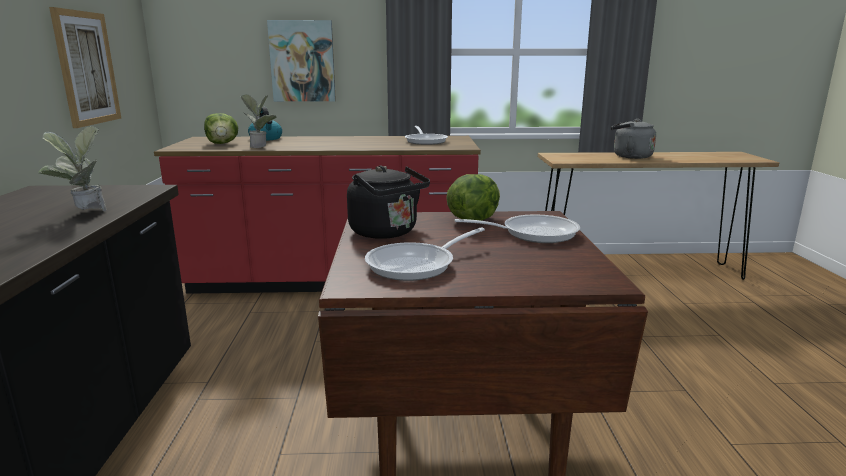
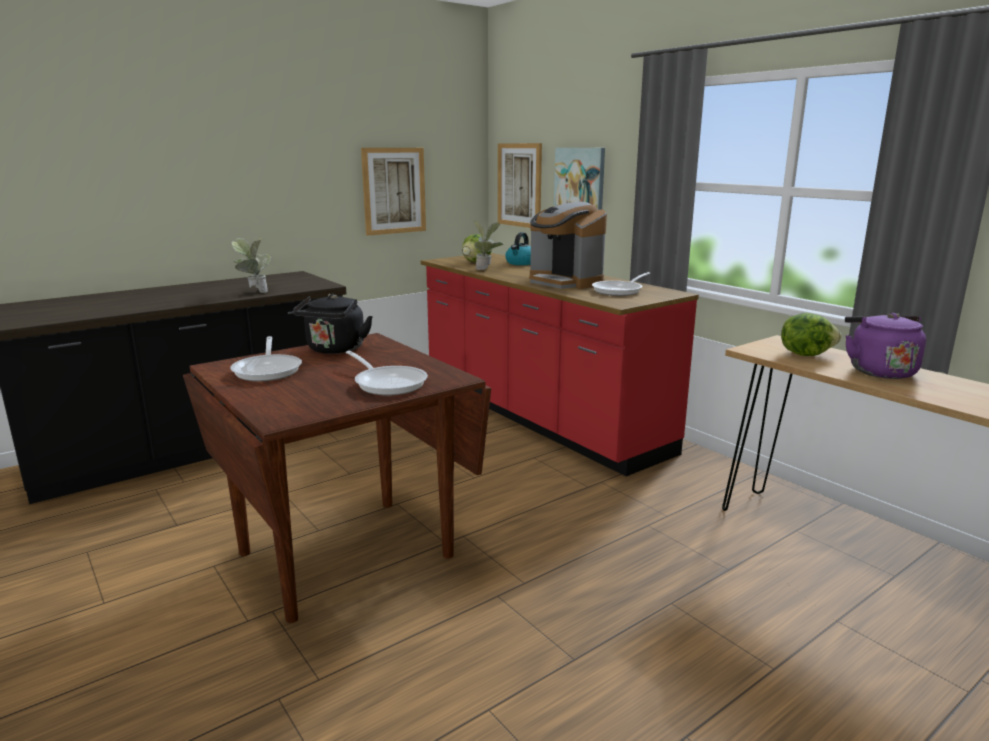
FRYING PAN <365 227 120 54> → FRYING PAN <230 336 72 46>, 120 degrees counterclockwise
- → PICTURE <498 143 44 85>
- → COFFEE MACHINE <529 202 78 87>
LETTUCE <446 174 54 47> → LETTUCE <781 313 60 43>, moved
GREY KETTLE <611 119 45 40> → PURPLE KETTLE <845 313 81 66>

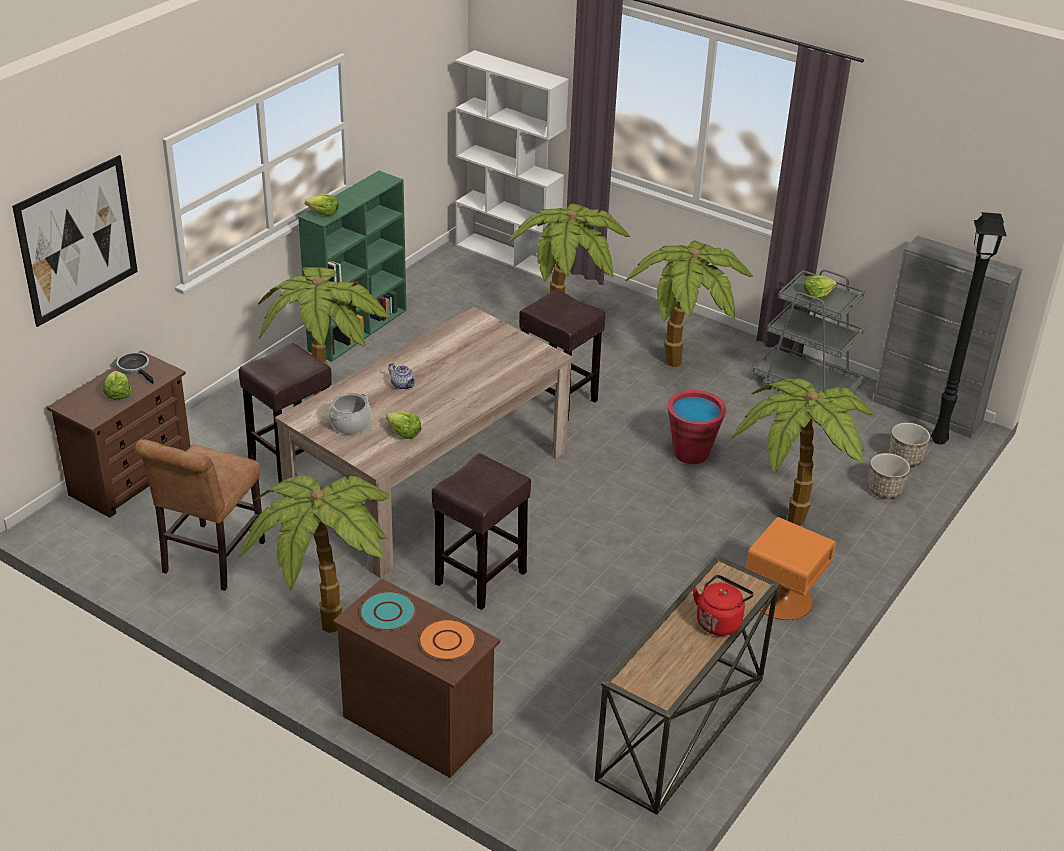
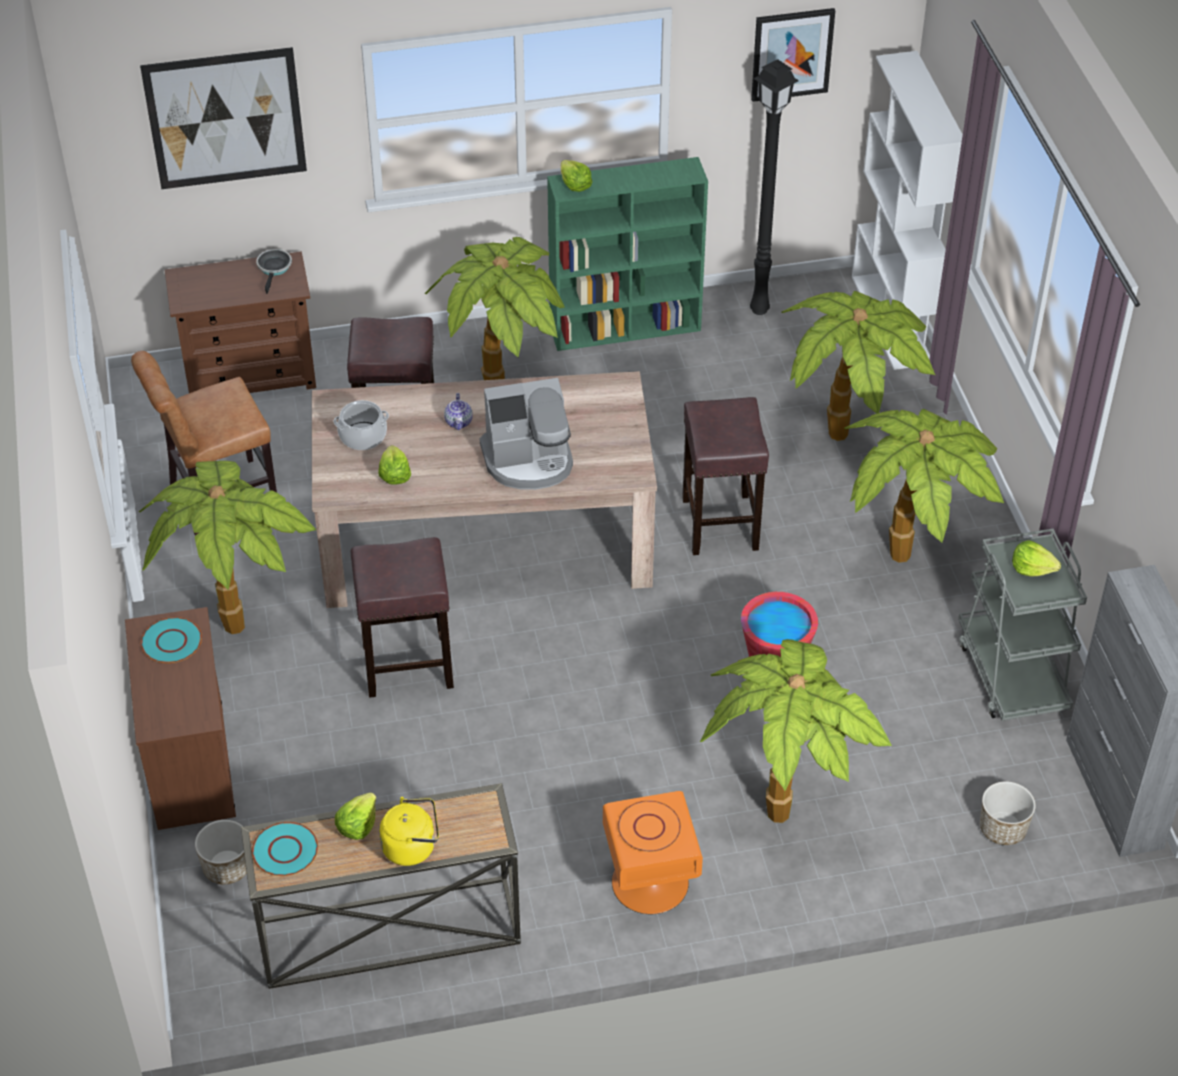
PLANTER <868 453 42 46> → PLANTER <195 820 52 64>, moved
- → TURQUOISE PLATE <252 822 66 54>
LETTUCE <103 371 28 29> → LETTUCE <335 792 41 48>, moved
RED KETTLE <693 575 61 61> → YELLOW KETTLE <379 797 60 69>
- → COFFEE MACHINE <480 378 93 112>
ORANGE PLATE <419 619 57 41> → ORANGE PLATE <618 800 63 52>, moved
BLACK FLOOR LAMP <931 212 75 233> → BLACK FLOOR LAMP <750 59 49 256>, moved
- → PICTURE <751 8 84 94>

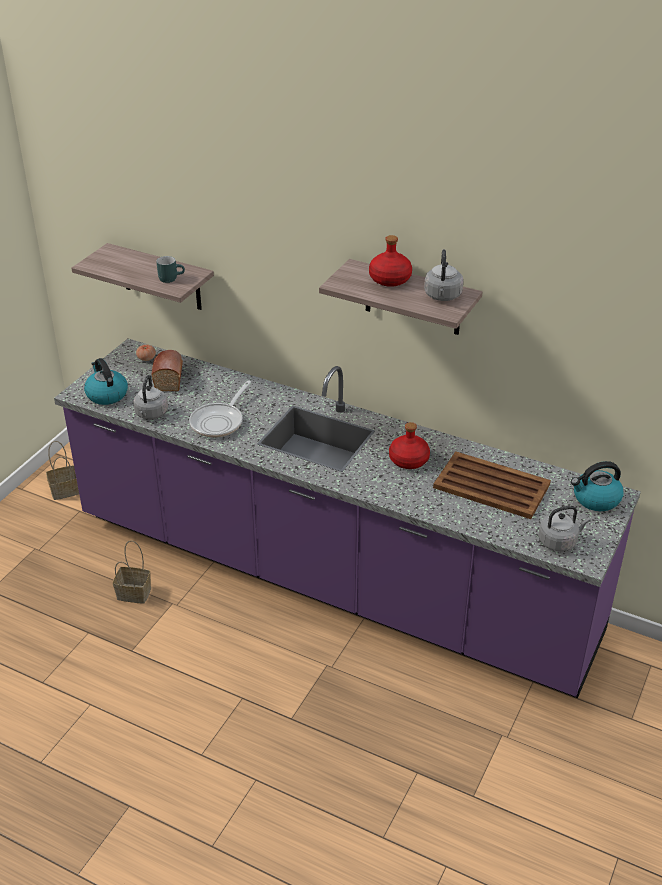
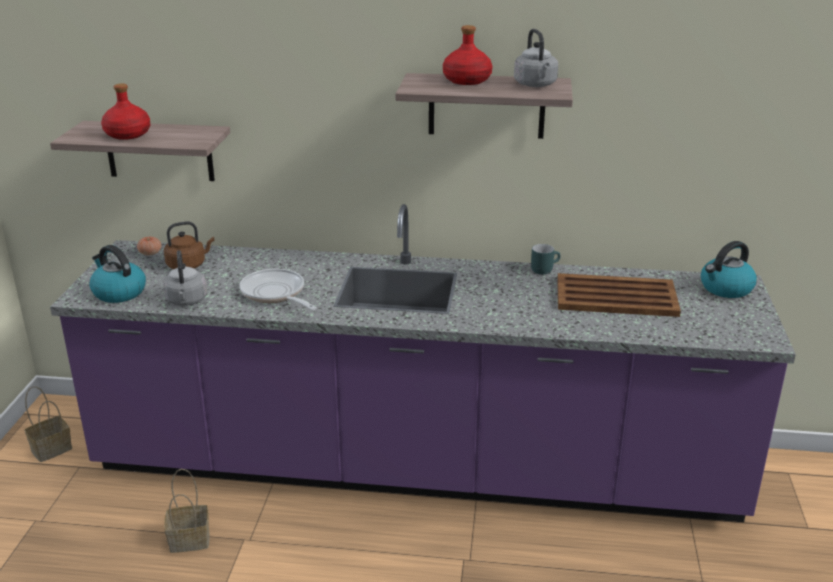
RED BOTTLE <389 422 41 47> → RED BOTTLE <101 84 49 56>, moved
BREAD <152 350 31 41> → BROWN KETTLE <164 221 51 48>
FRYING PAN <189 381 62 57> → FRYING PAN <239 269 78 41>, 135 degrees clockwise
TURQUOISE MUG <156 256 29 27> → TURQUOISE MUG <531 244 30 30>, moved
GREY KETTLE <539 506 51 45> → -

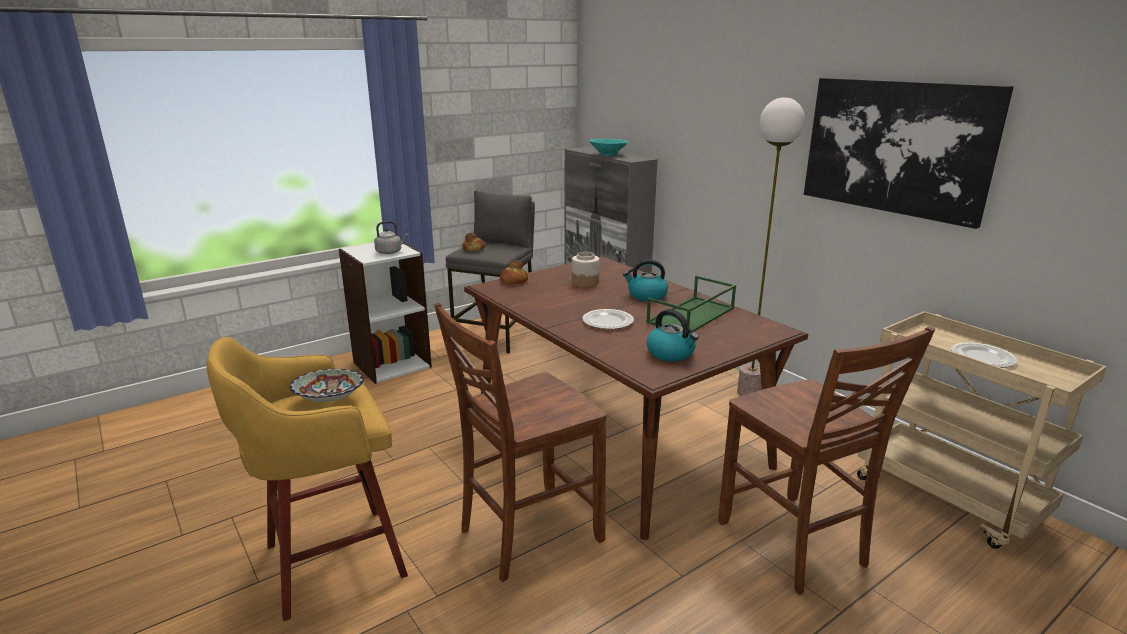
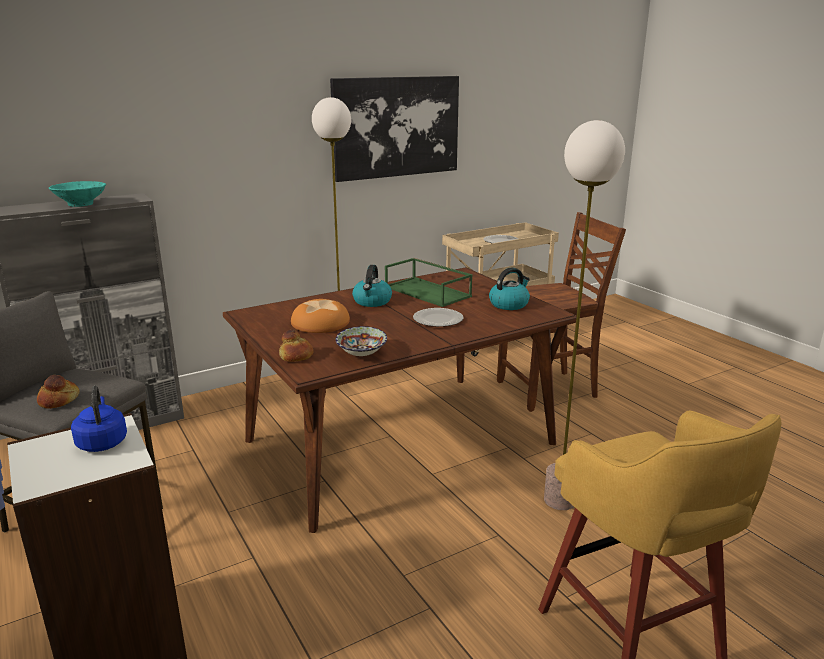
GREY KETTLE <374 221 34 33> → BLUE KETTLE <71 386 56 66>
JAR <572 252 27 35> → BREAD <291 299 59 34>
BOWL <290 369 74 33> → BOWL <336 326 51 30>, moved
BROWN CHAIR <434 303 173 279> → FLOOR LAMP <544 120 81 390>

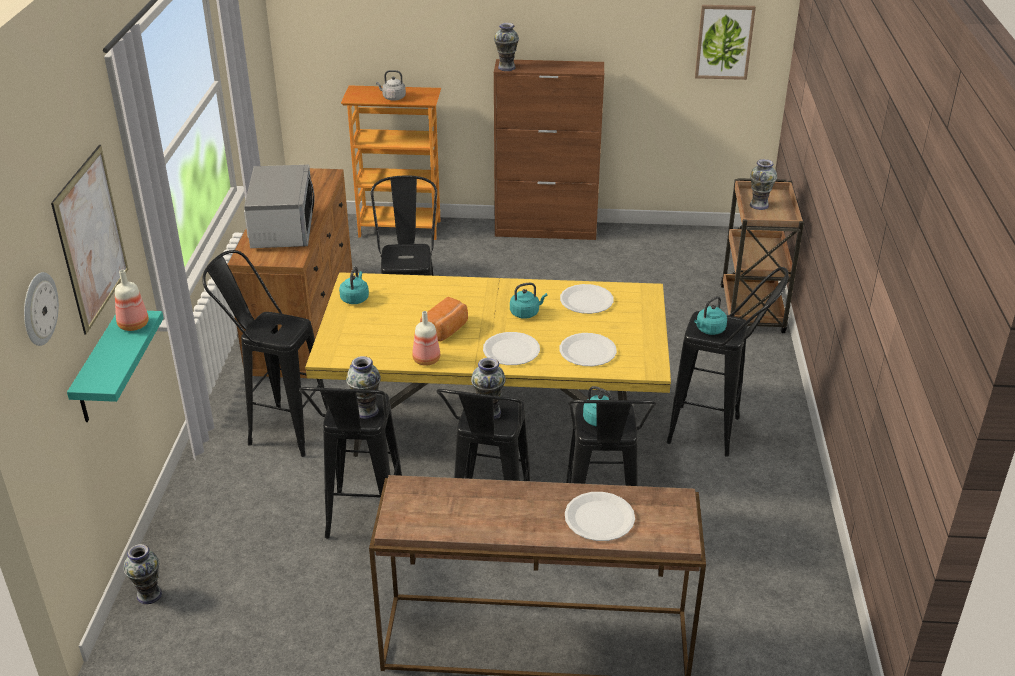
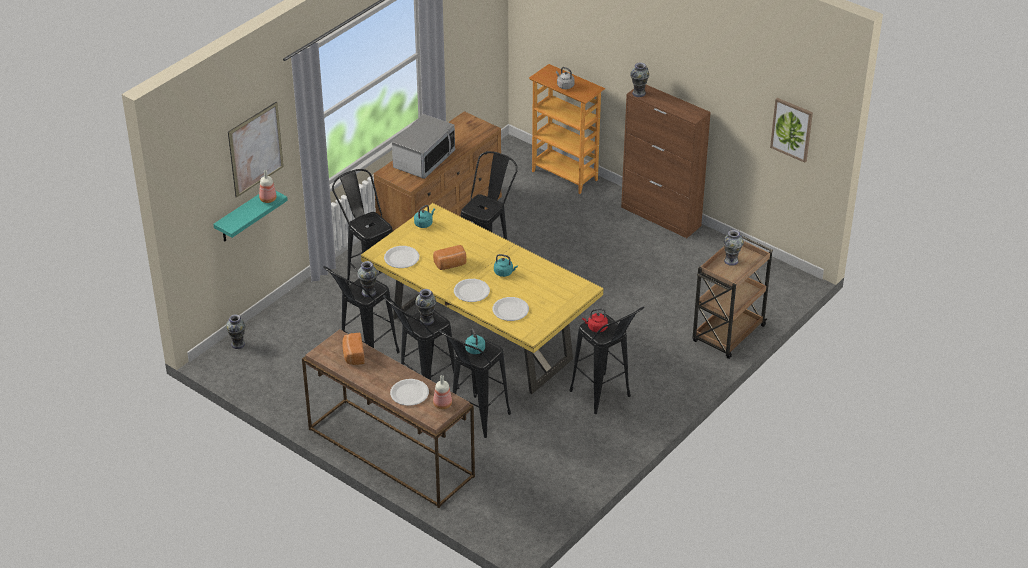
- → BREAD <342 333 22 32>
WHITE PLATE <560 284 54 30> → WHITE PLATE <384 246 36 22>, moved
BOTTLE <412 311 28 55> → BOTTLE <433 375 19 34>, moved
TURQUOISE KETTLE <694 296 33 39> → RED KETTLE <582 308 26 24>
WALL CLOCK <24 272 35 74> → -

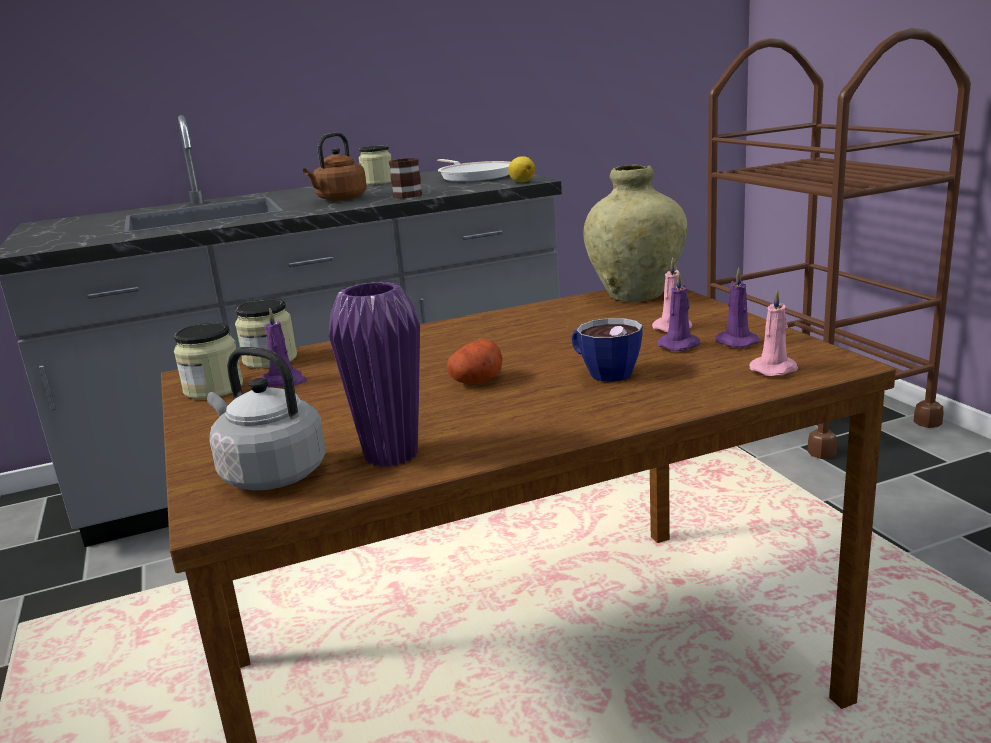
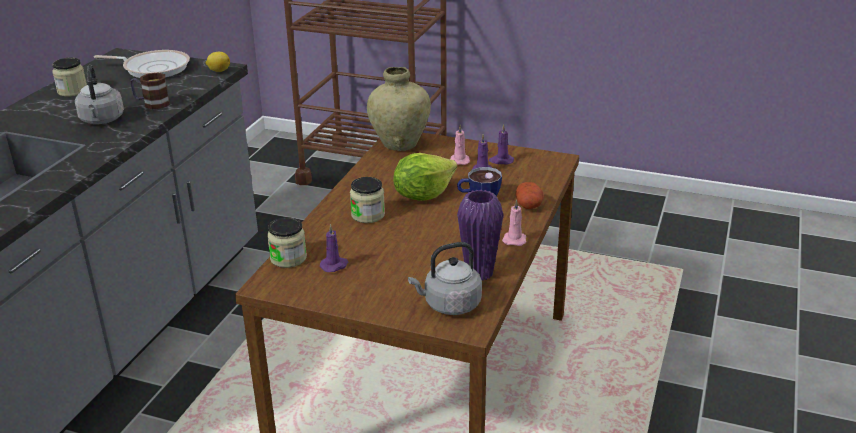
BROWN KETTLE <303 132 64 69> → GREY KETTLE <75 65 49 59>
JAR <174 322 69 77> → JAR <350 177 35 46>, moved
- → LETTUCE <393 153 64 48>
PINK CANDLE <749 288 49 88> → PINK CANDLE <502 199 24 47>, moved
POTATO <447 339 56 45> → POTATO <516 182 28 27>, moved

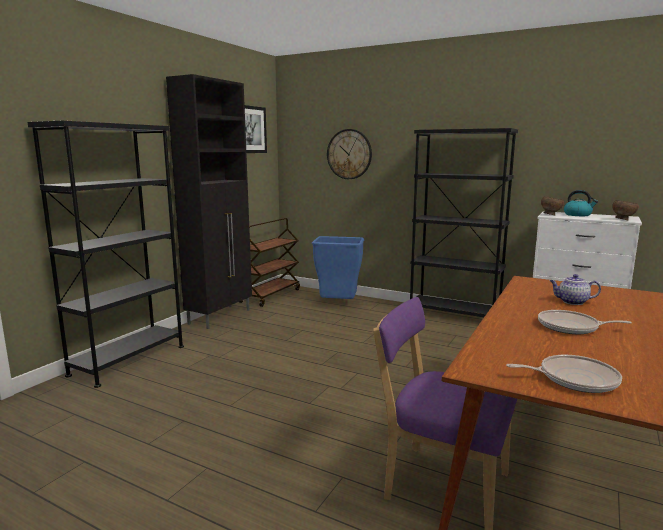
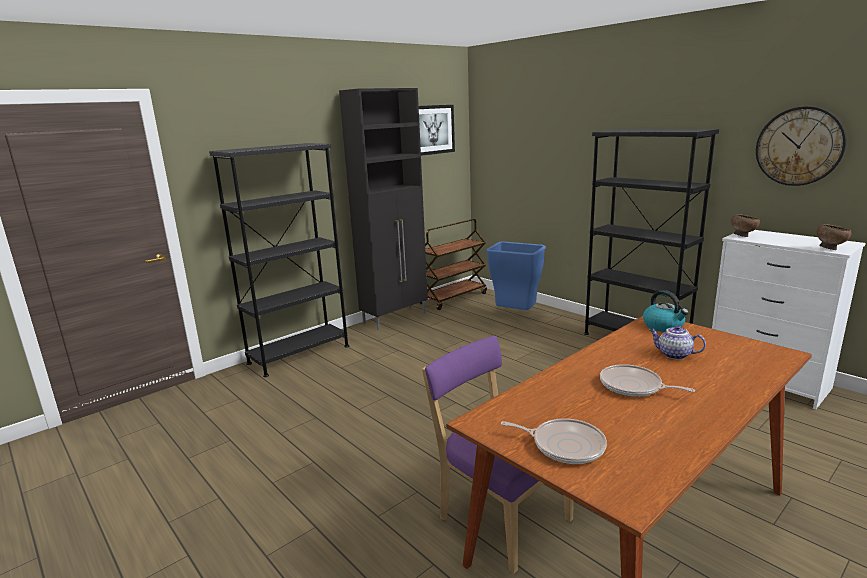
KETTLE <564 190 34 26> → KETTLE <643 290 46 42>, moved
WALL CLOCK <327 129 45 50> → WALL CLOCK <756 106 91 80>, moved

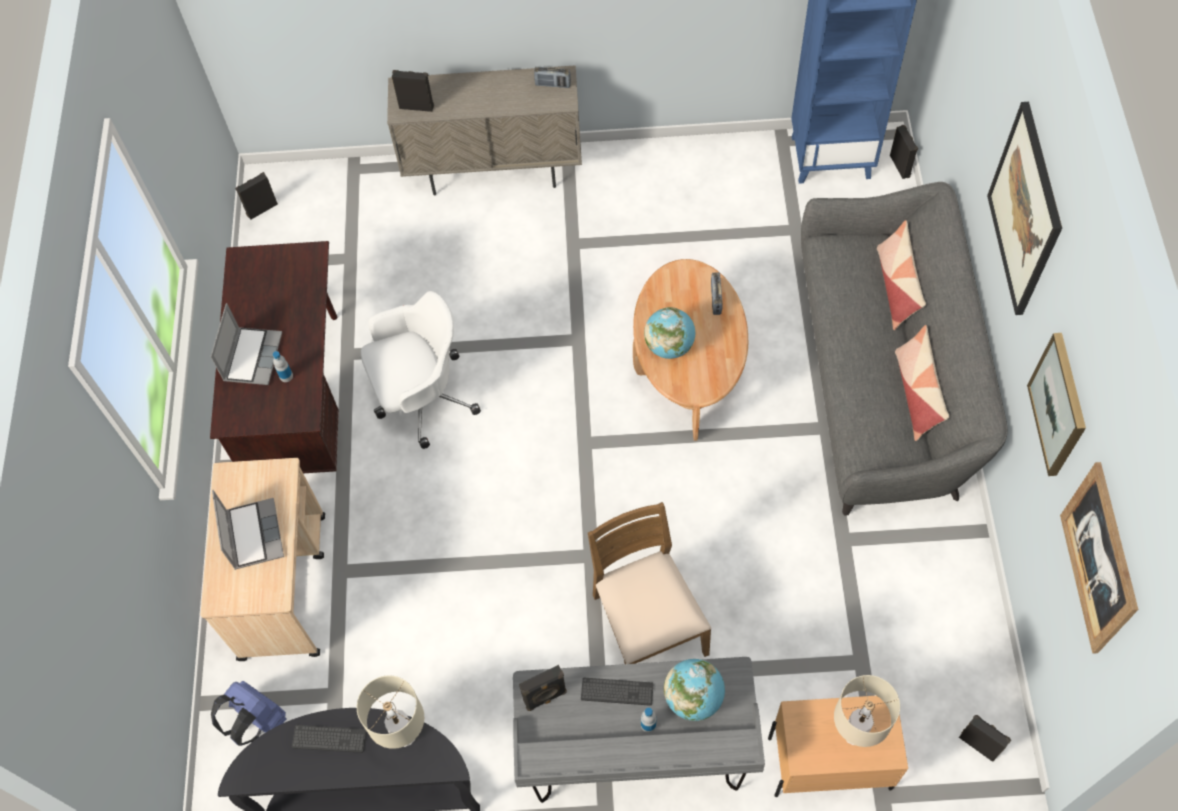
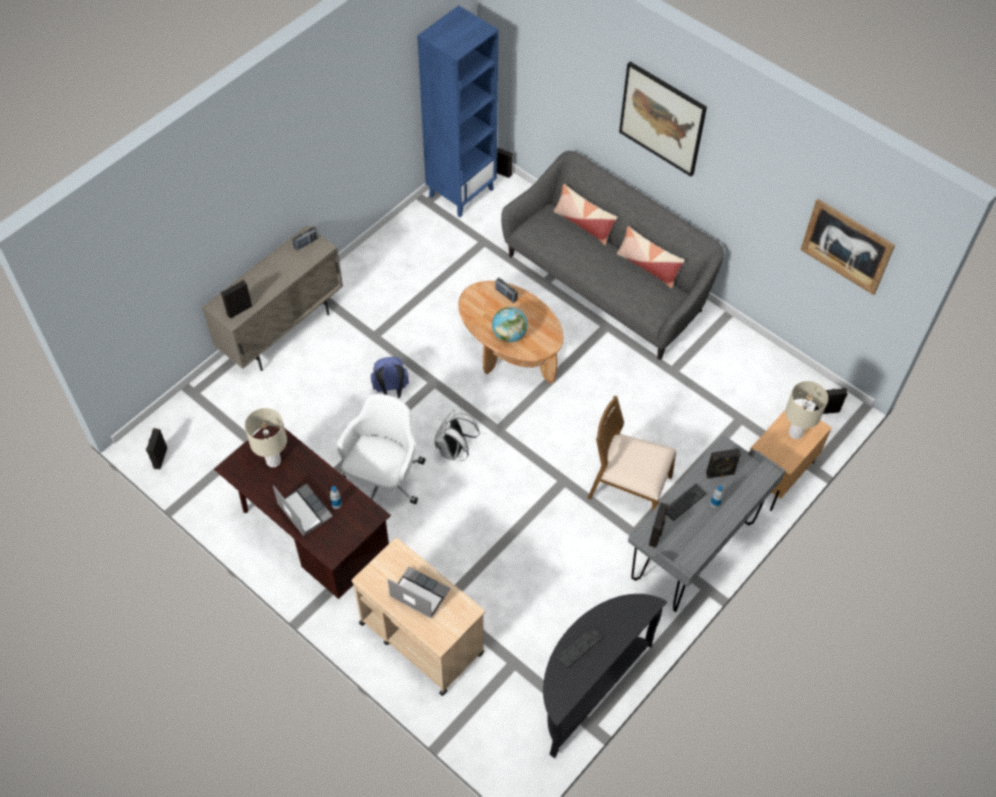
BEIGE TABLE LAMP <357 675 67 74> → BEIGE TABLE LAMP <245 408 42 59>, moved
BLUE BACKPACK <211 681 76 65> → BLUE BACKPACK <371 357 38 41>, moved
- → WHITE BACKPACK <435 409 45 52>
GLOBE <664 659 61 62> → BLACK SPEAKER <706 448 35 31>
PICTURE <1027 333 59 143> → -

